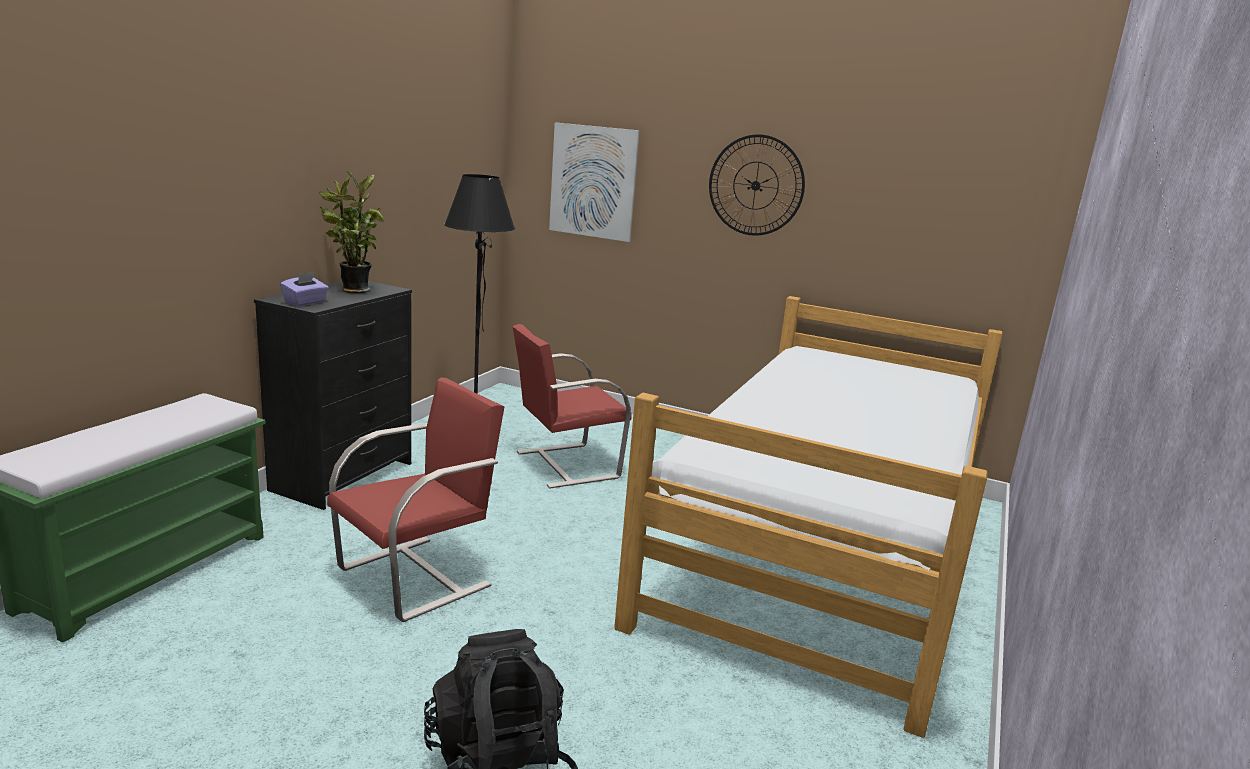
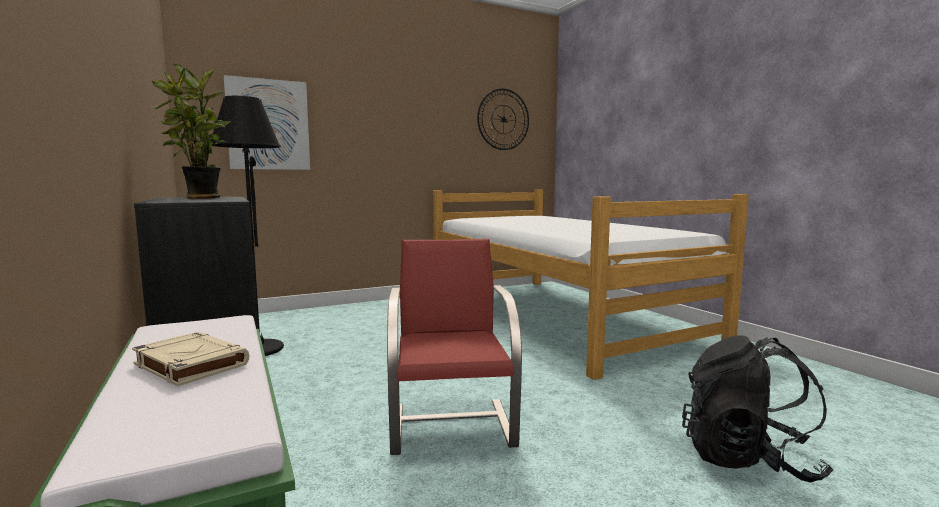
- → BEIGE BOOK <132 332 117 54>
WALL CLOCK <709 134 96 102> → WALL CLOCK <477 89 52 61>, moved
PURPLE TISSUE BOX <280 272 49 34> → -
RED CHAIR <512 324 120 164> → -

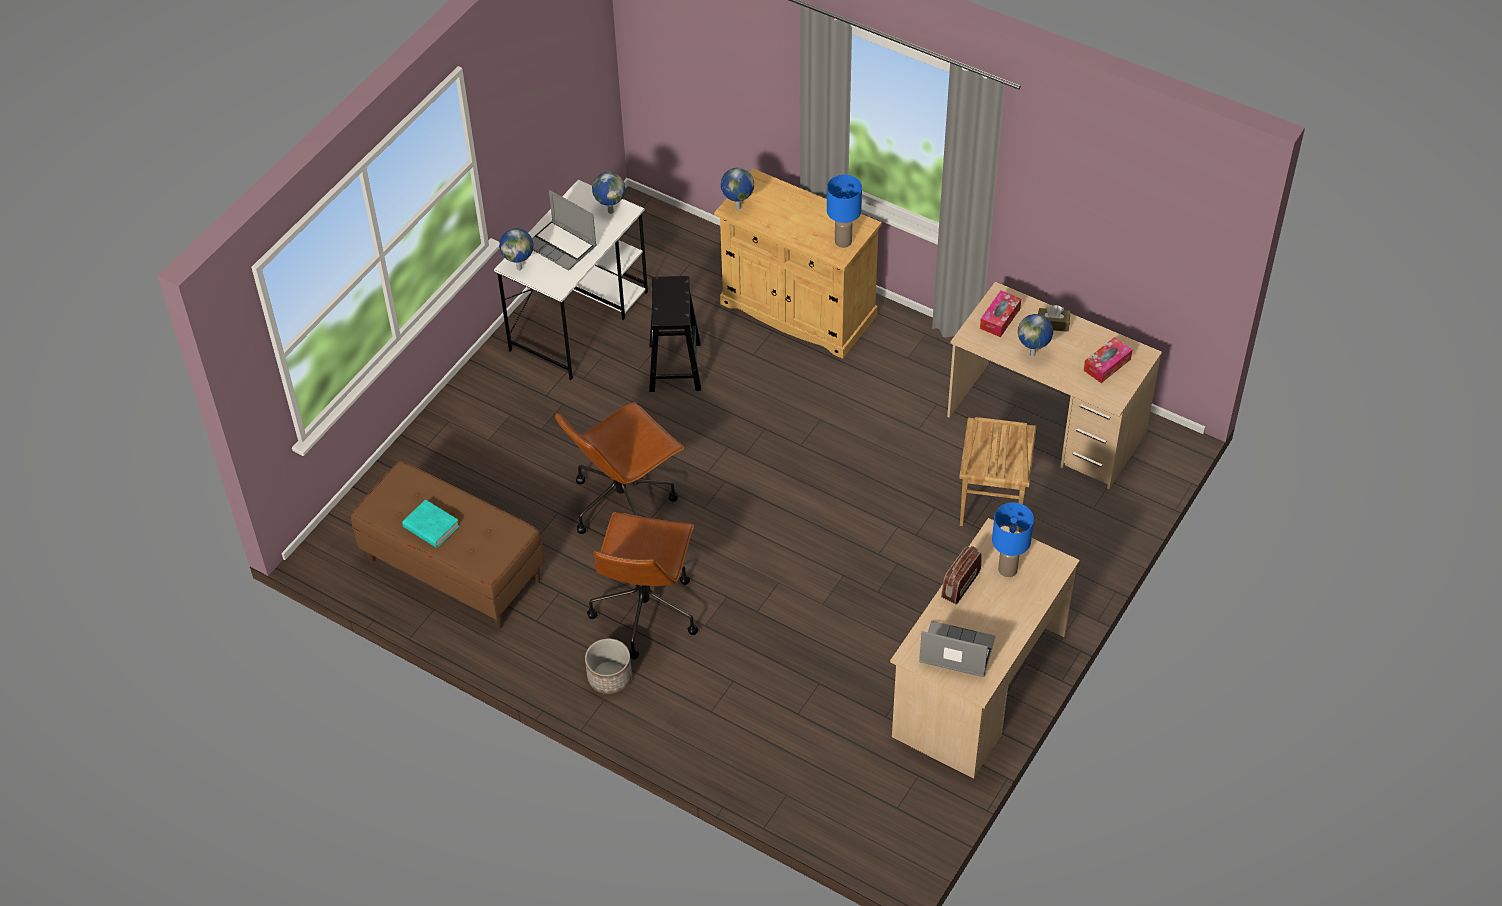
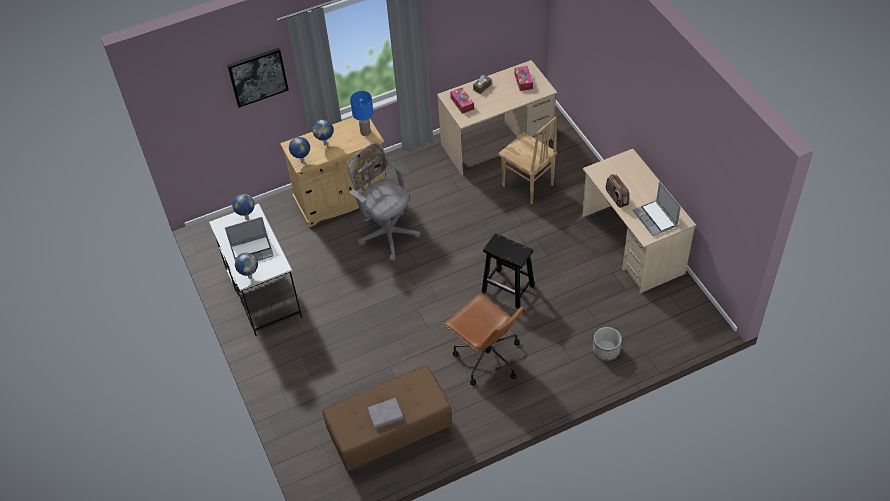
- → PICTURE <227 48 62 60>
GLOBE <1018 314 35 43> → GLOBE <312 119 21 26>, moved
- → GREY OFFICE CHAIR <346 142 74 119>
TURQUOISE BOOK <402 499 57 49> → GREY BOOK <368 398 35 31>
BLACK STOOL <649 276 52 116> → BLACK STOOL <482 233 53 76>, moved
PLANTER <585 638 47 56> → PLANTER <593 327 29 34>, moved
LAPTOP <919 621 76 56> → LAPTOP <633 181 48 55>, 75 degrees counterclockwise
BROWN OFFICE CHAIR <555 402 129 132> → -
BLUE TABLE LAMP <992 503 42 74> → -

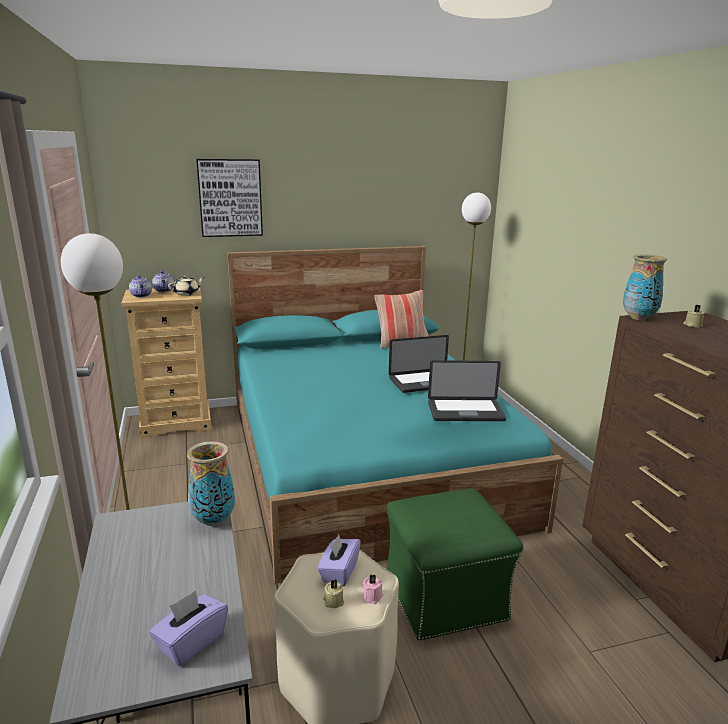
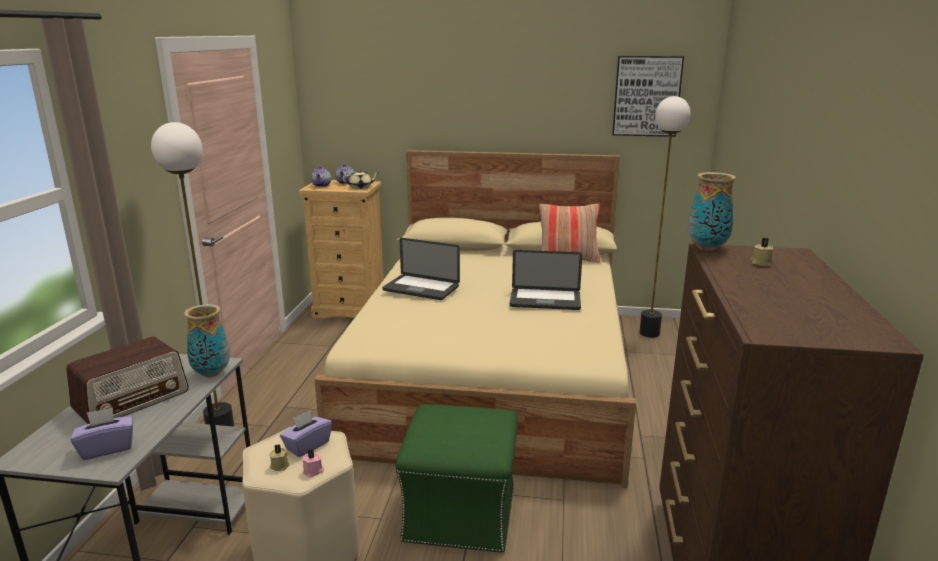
- → RADIO <66 336 123 88>
TURQUOISE BED <227 246 336 338> → BEIGE BED <314 150 322 338>
LAPTOP <428 360 78 61> → LAPTOP <382 238 78 62>, moved
PICTURE <196 159 67 78> → PICTURE <612 56 72 81>, moved

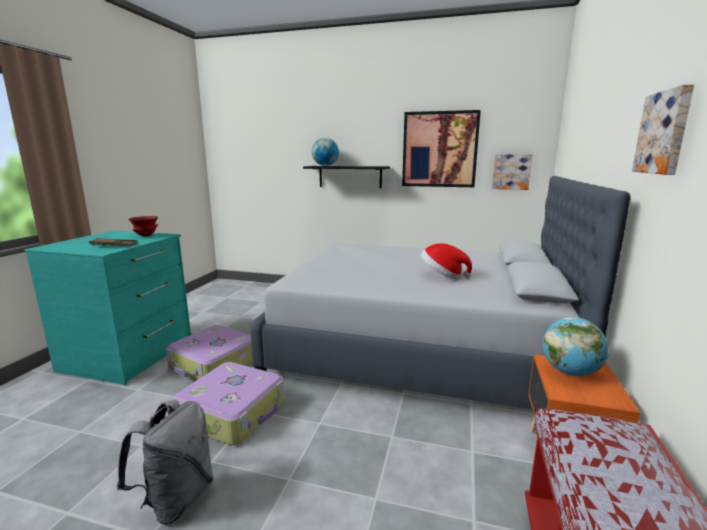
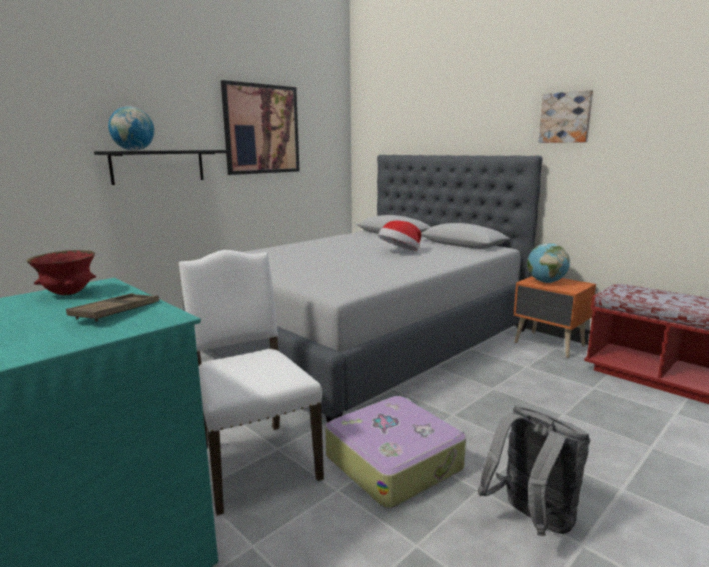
SUITCASE <166 325 86 56> → WHITE CHAIR <178 250 146 266>
PICTURE <492 154 40 36> → -

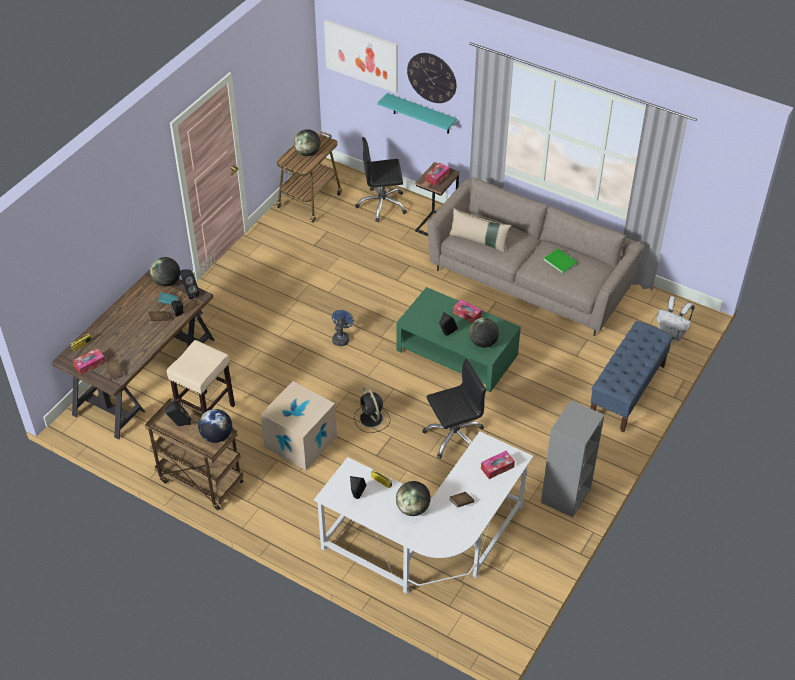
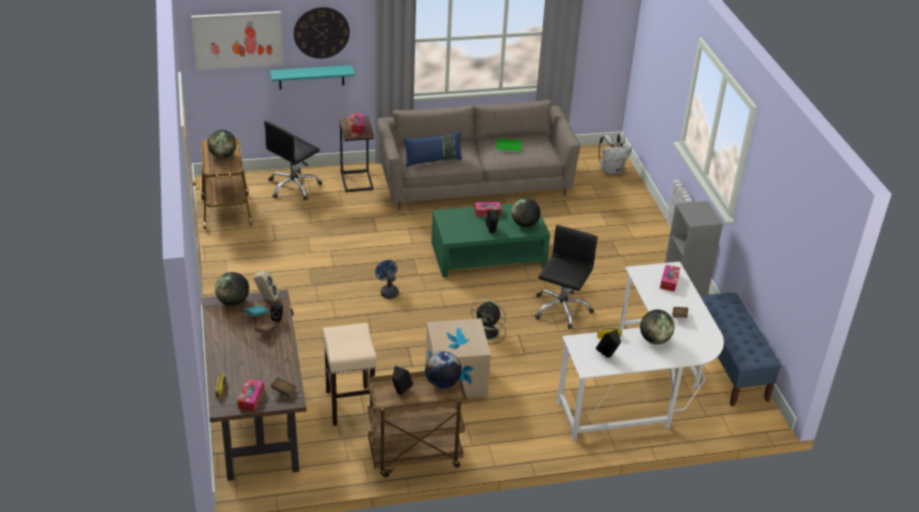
BLACK SPEAKER <180 269 20 30> → BEIGE SPEAKER <254 270 25 32>
BEIGE PILLOW <449 208 62 45> → BLUE PILLOW <403 130 59 37>
BLUE BENCH <590 321 84 112> → BLUE BENCH <700 293 82 113>, moved

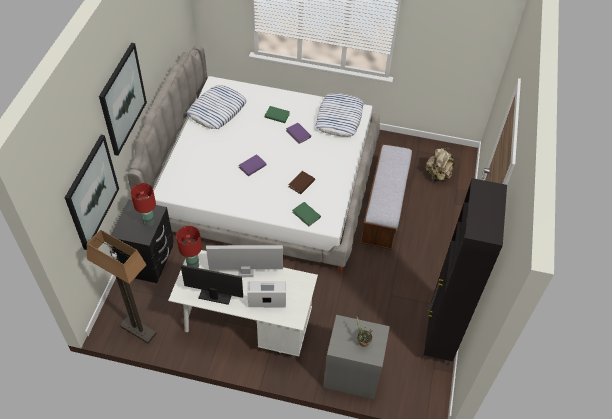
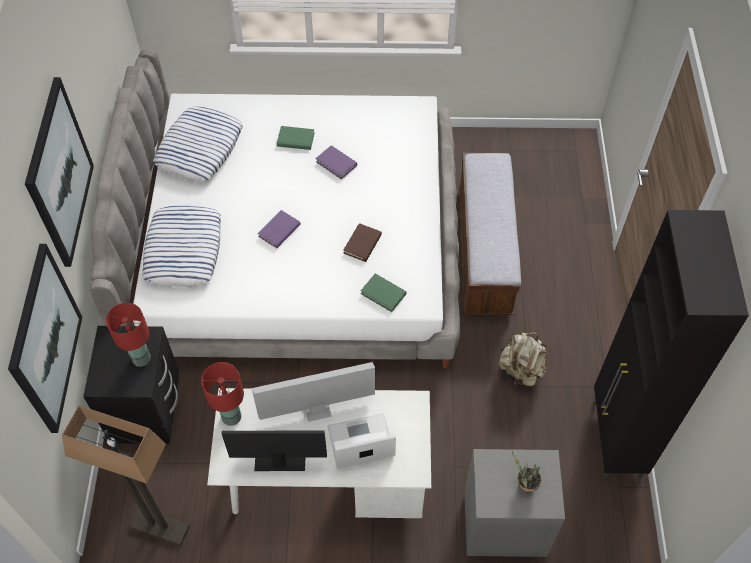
PILLOW <316 93 48 44> → PILLOW <142 205 79 82>, moved
BEIGE BACKPACK <426 148 29 34> → BEIGE BACKPACK <499 332 48 56>, moved

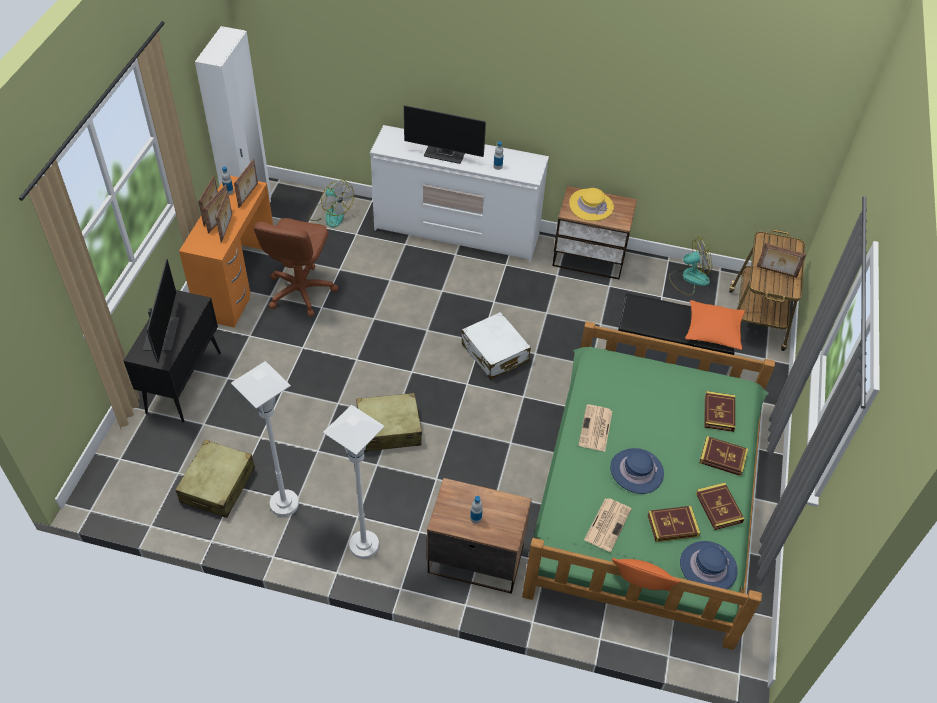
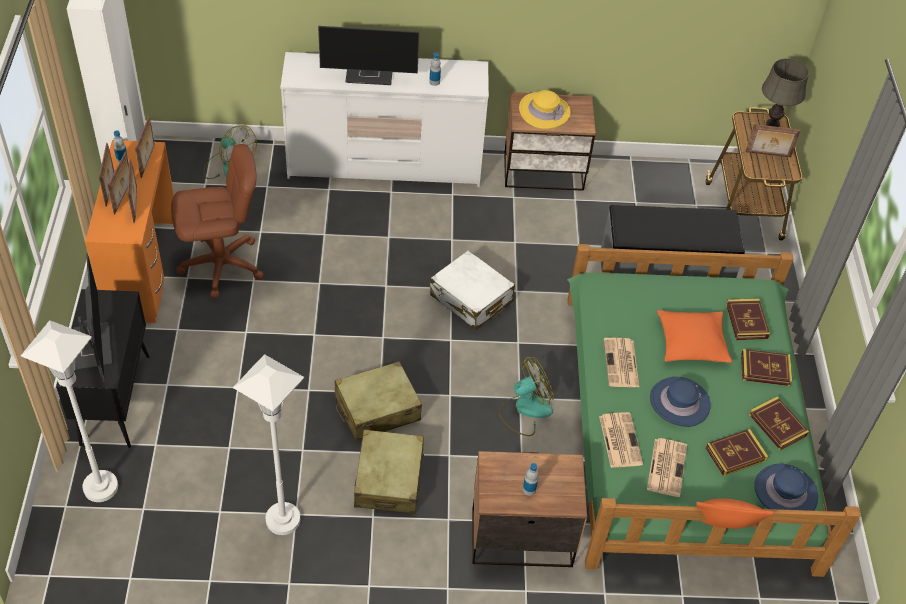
WHITE FLOOR LAMP <323 405 62 154> → WHITE FLOOR LAMP <21 320 97 182>, moved
BROWN OFFICE CHAIR <254 218 84 99> → BROWN OFFICE CHAIR <171 144 93 155>, 105 degrees counterclockwise
BEIGE SUITCASE <176 440 79 78> → BEIGE SUITCASE <354 430 70 84>, moved
FAN <669 237 43 59> → FAN <498 357 56 79>, moved
- → NEWSPAPER <599 412 44 56>
ORANGE PILLOW <685 300 60 50> → ORANGE PILLOW <657 310 75 53>, moved
- → GREY TABLE LAMP <762 58 47 69>

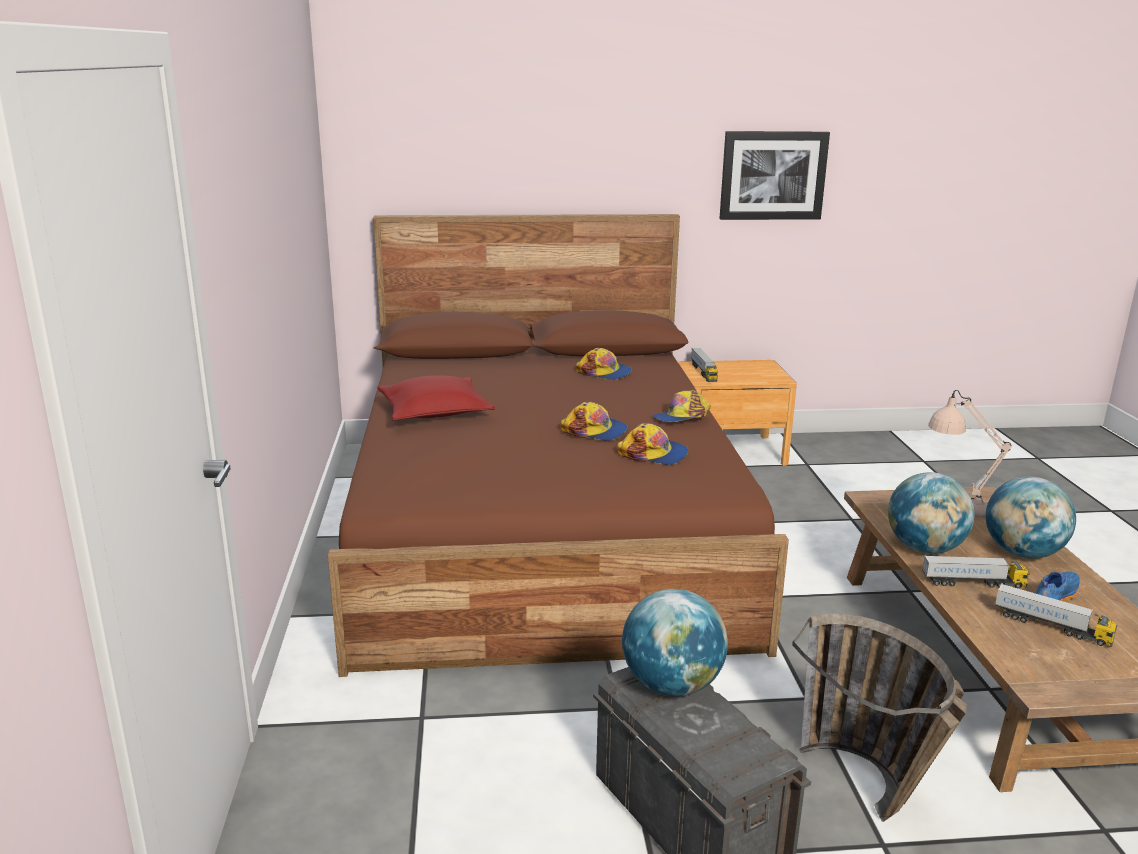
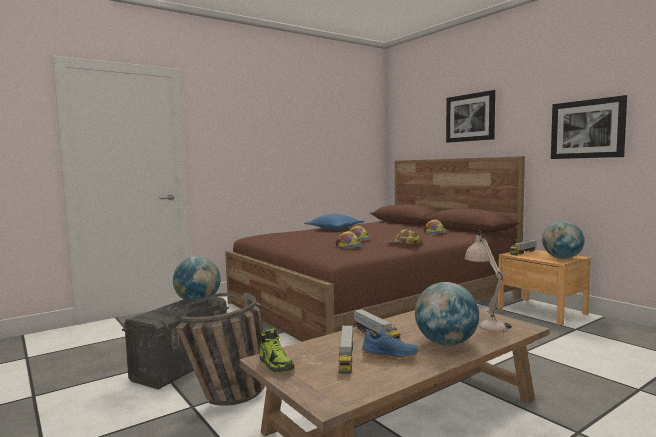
- → SHOE <259 328 36 45>
RED PILLOW <377 375 118 46> → BLUE PILLOW <304 214 61 16>
- → PICTURE <446 90 49 53>
GLOBE <888 472 87 82> → GLOBE <542 221 43 38>, moved

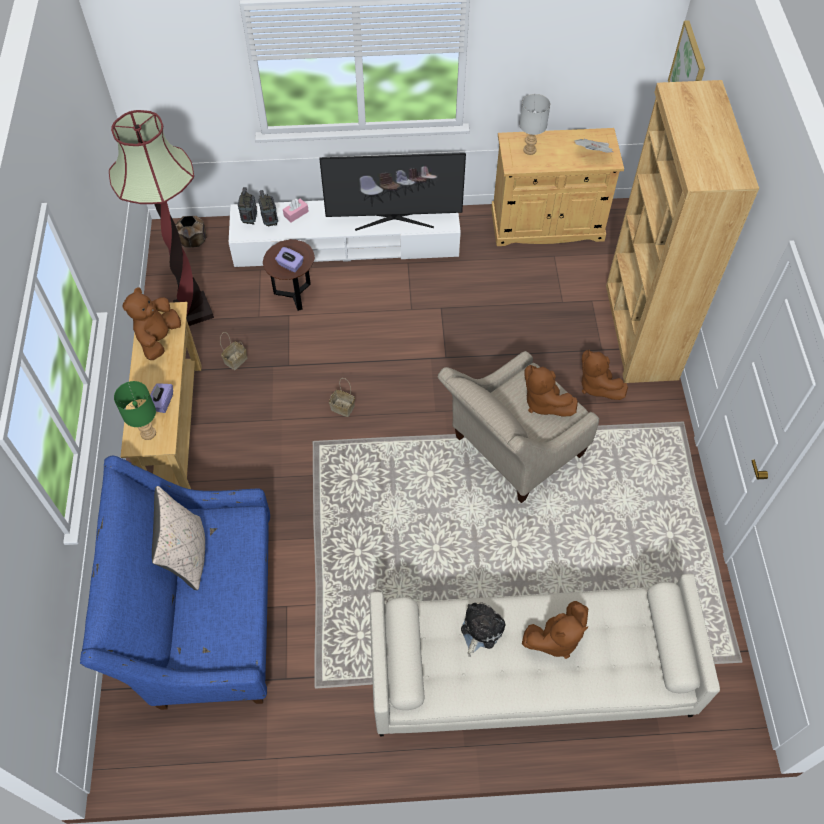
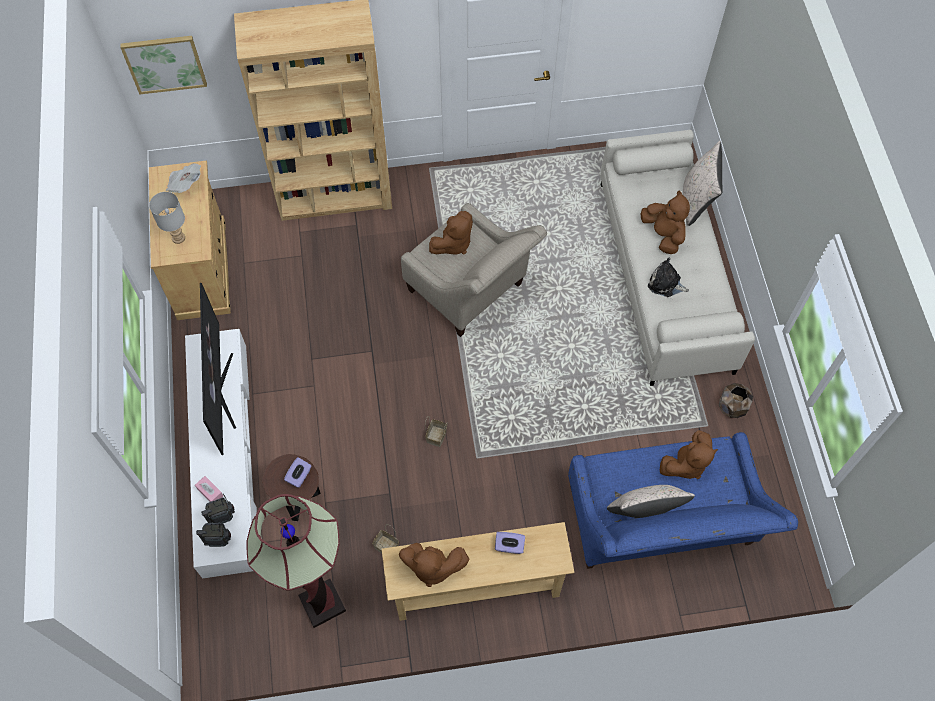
BROWN PLUSH TOY <582 350 46 50> → BROWN PLUSH TOY <660 430 58 49>, moved
- → BEIGE PILLOW <683 141 40 85>
BROWN PLANTER <176 216 30 32> → BROWN PLANTER <719 383 34 35>, moved
GREEN TABLE LAMP <114 381 42 59> → -

